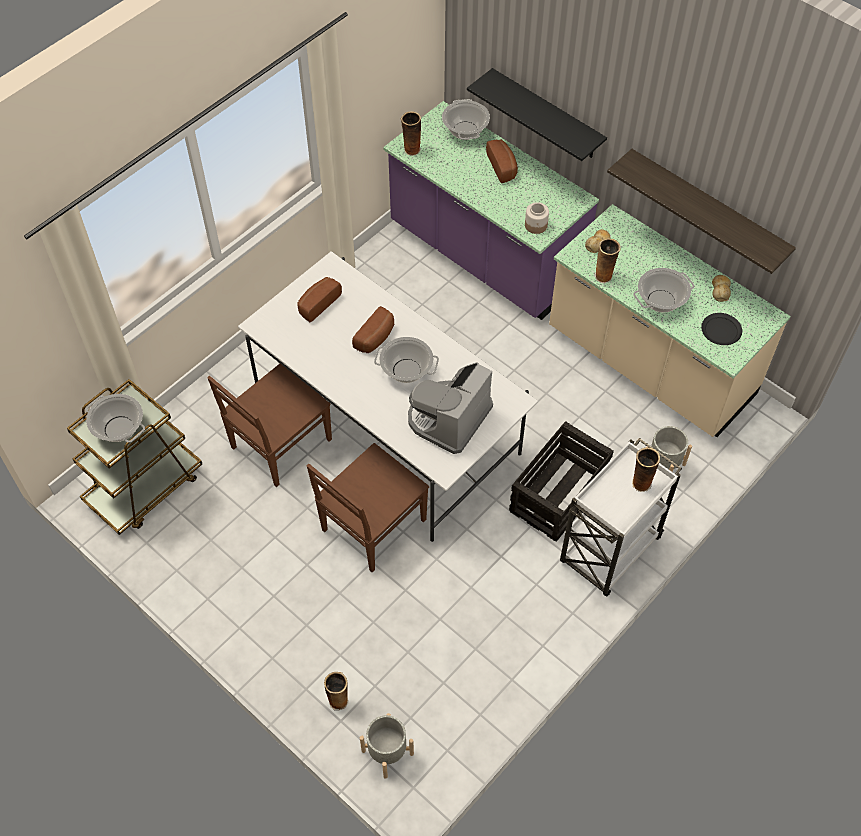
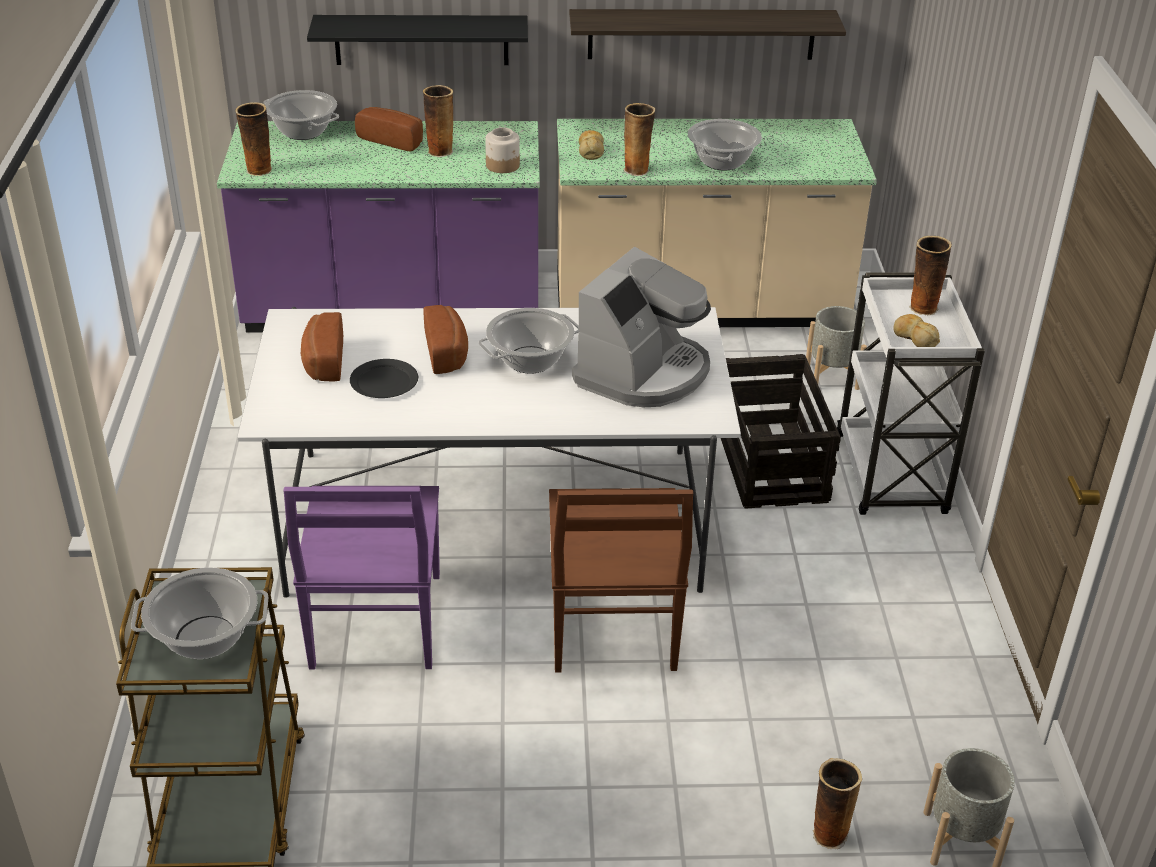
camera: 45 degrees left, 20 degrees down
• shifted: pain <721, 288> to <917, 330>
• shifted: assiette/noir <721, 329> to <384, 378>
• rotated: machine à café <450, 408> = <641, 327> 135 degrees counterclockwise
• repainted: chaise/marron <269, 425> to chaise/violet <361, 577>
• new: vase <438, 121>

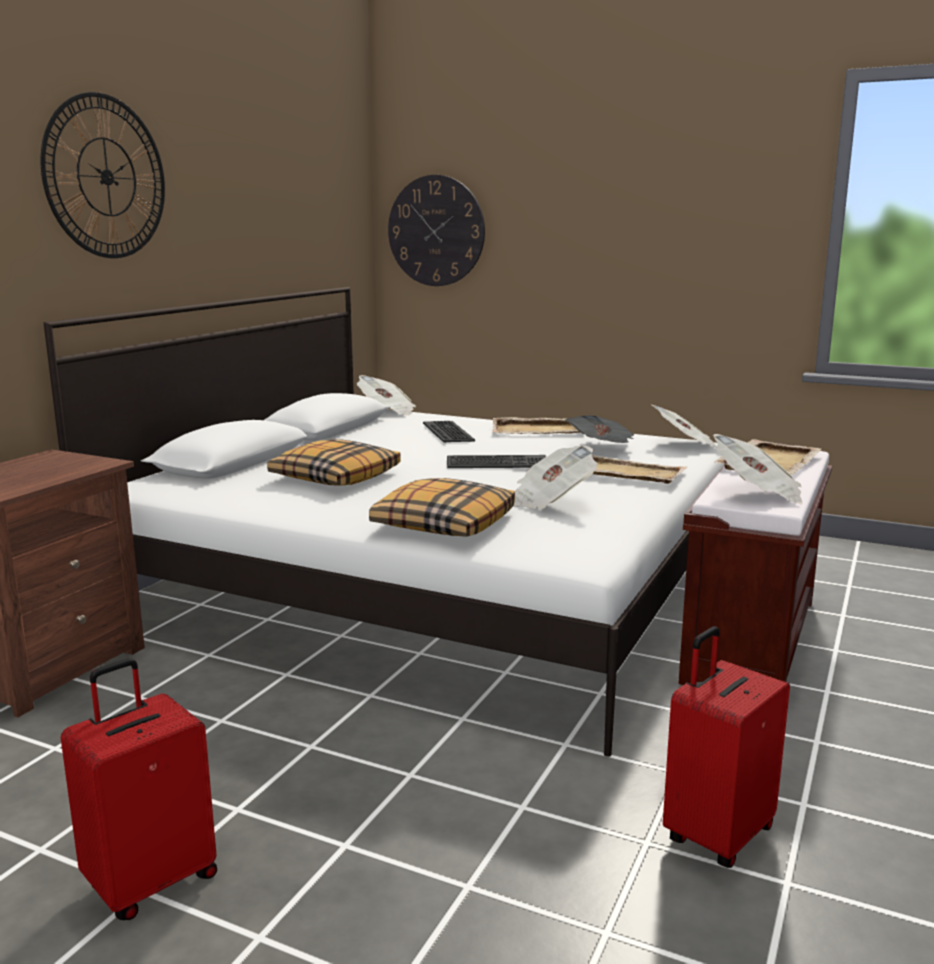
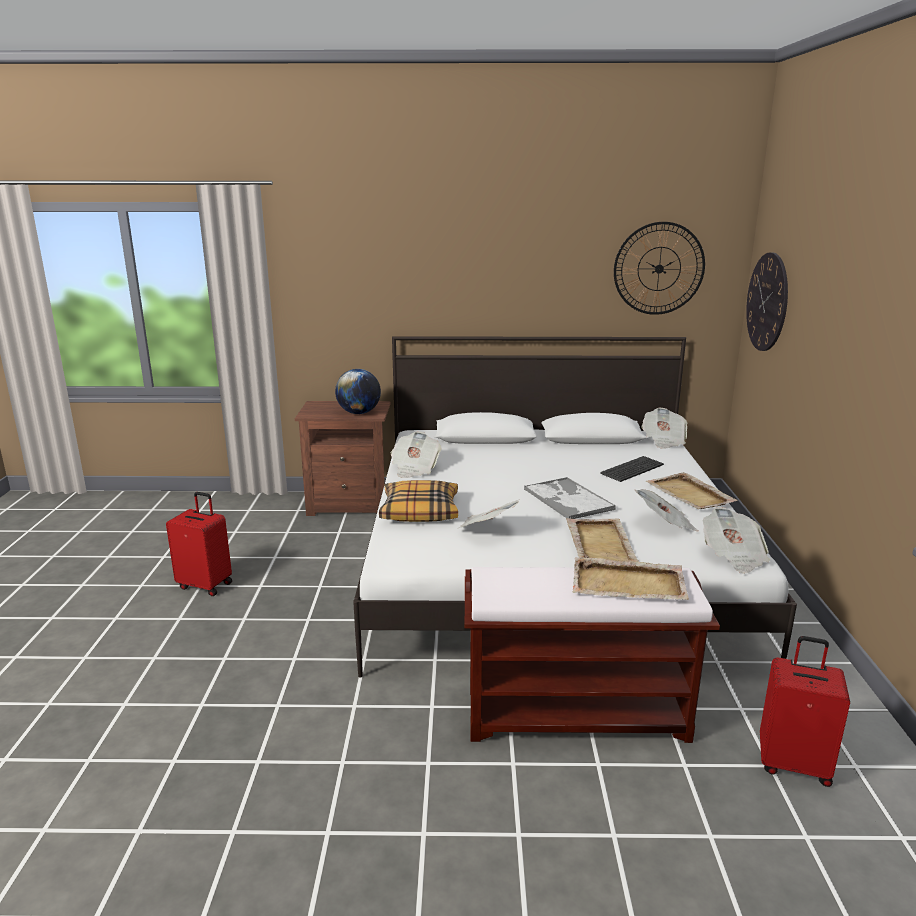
camera: 65 degrees right, 5 degrees up
• shifted: horloge murale <103, 175> to <659, 268>
• shifted: journal <758, 469> to <415, 455>
• gone: coussin <334, 463>
• swapped: clavier <496, 461> to plateau <570, 498>
• shifted: valise/rouge <726, 747> to <805, 711>
• new: globe <358, 391>

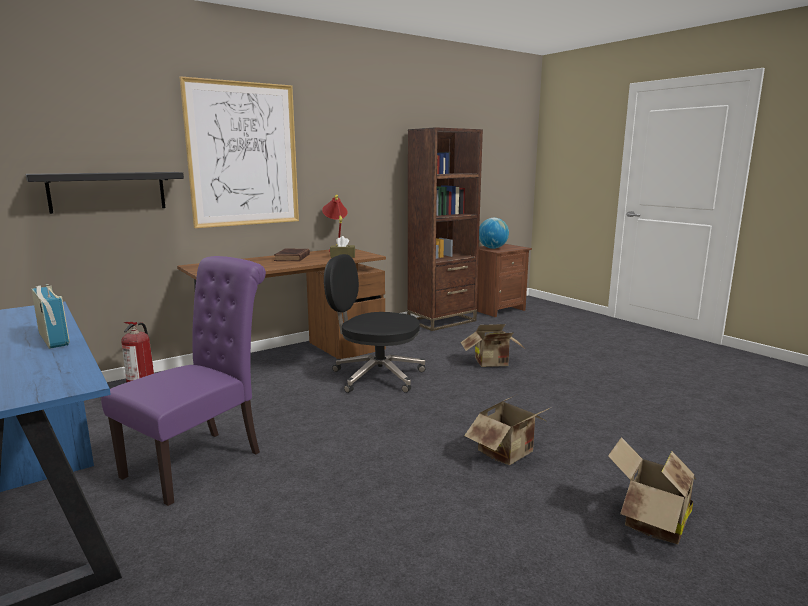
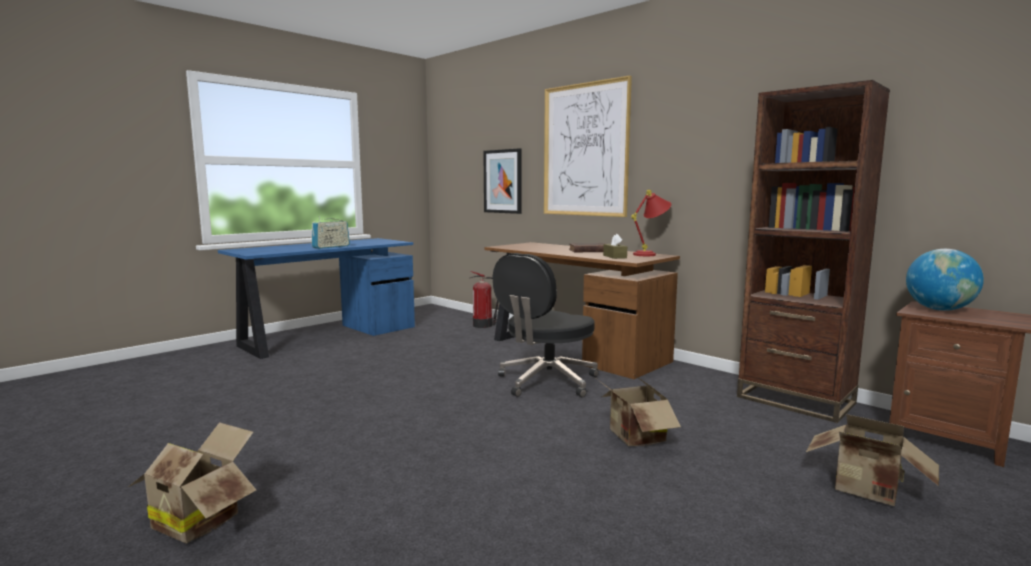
camera: 80 degrees right, 5 degrees down
• swapped: étagère/noir <104, 193> to tableau <502, 181>
• rotated: chaise de bureau/noir <374, 323> = <546, 325> 150 degrees counterclockwise
• gone: chaise/violet <183, 381>
• shifted: carton <507, 430> to <872, 460>

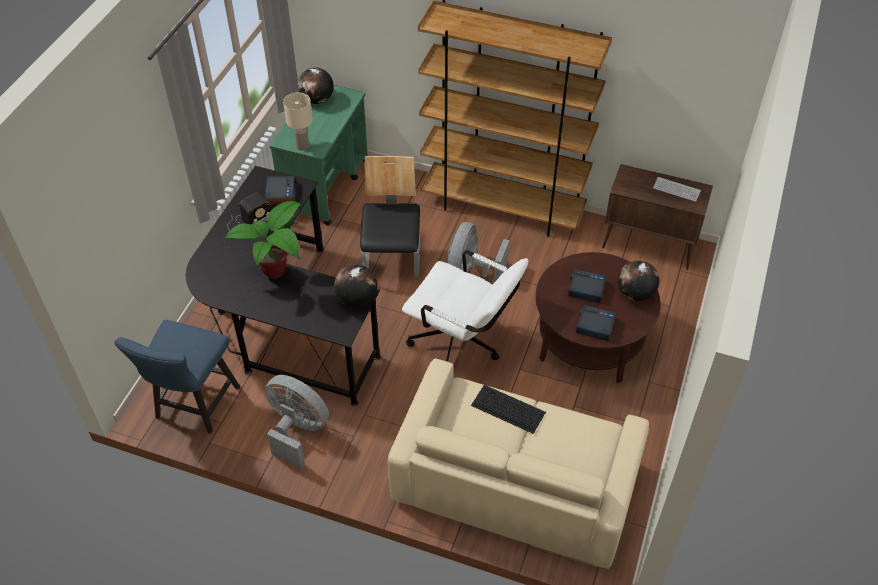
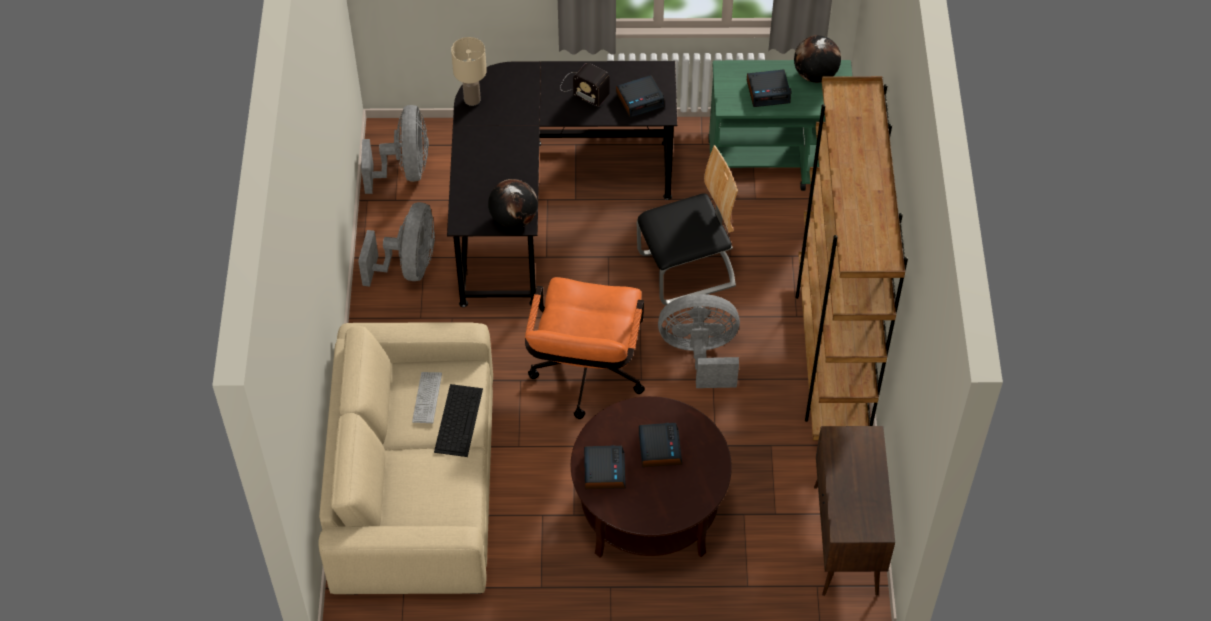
camera: 70 degrees right, 5 degrees up
• shifted: lampe de table/beige <298, 121> to <469, 71>
• shifted: clavier <677, 189> to <427, 397>
• gone: plante en pot <263, 240>
• repainted: chaise de bureau/blanc <465, 306> to chaise de bureau/orange <585, 348>
• gone: globe <638, 281>
• swapped: chaise/bleu <177, 377> to ventilateur/gris <395, 149>
• new: réveil <769, 88>

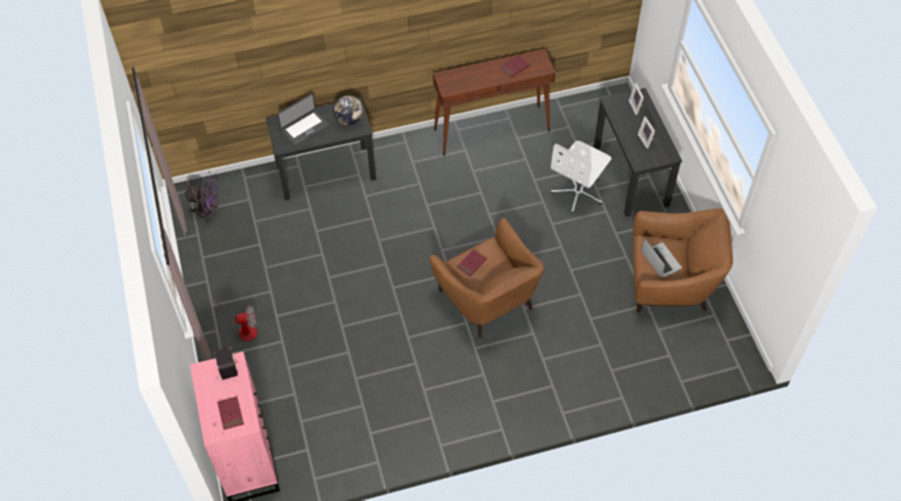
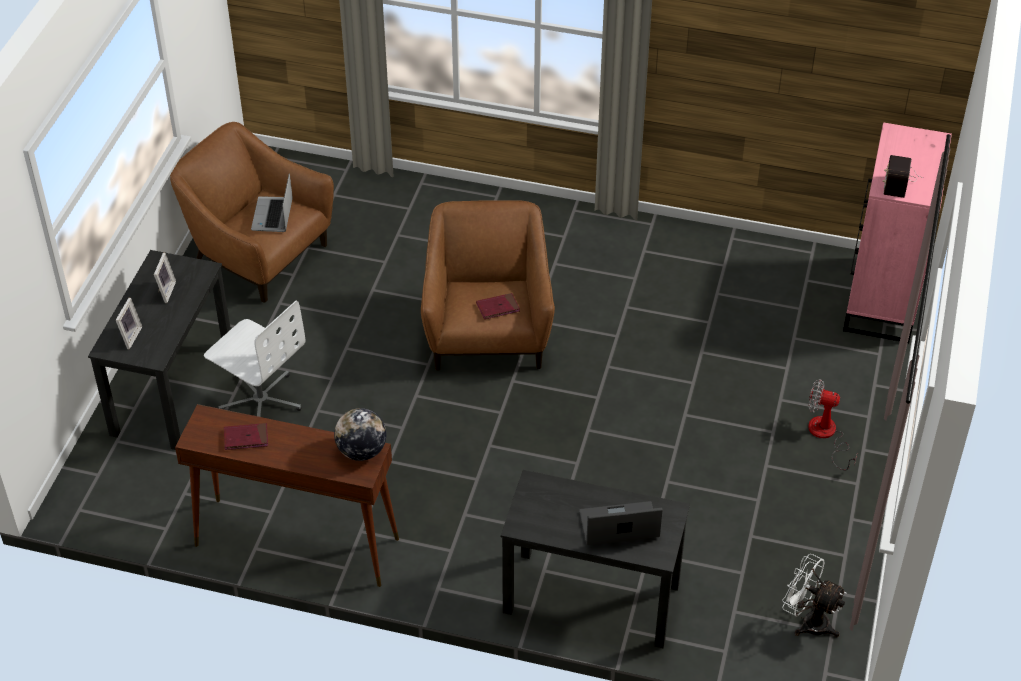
camera: 150 degrees left, 10 degrees down
• shifted: globe <348, 110> to <360, 434>
• rotated: chaise de bureau/blanc <581, 177> = <254, 359> 60 degrees clockwise
• repainted: ventilateur/violet <201, 199> to ventilateur/blanc <814, 595>
• gone: livre/rouge <230, 413>

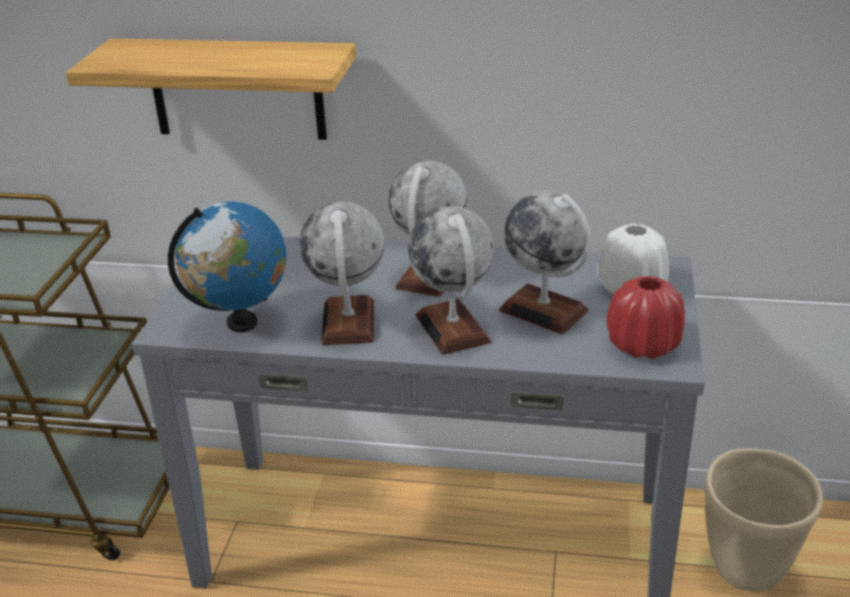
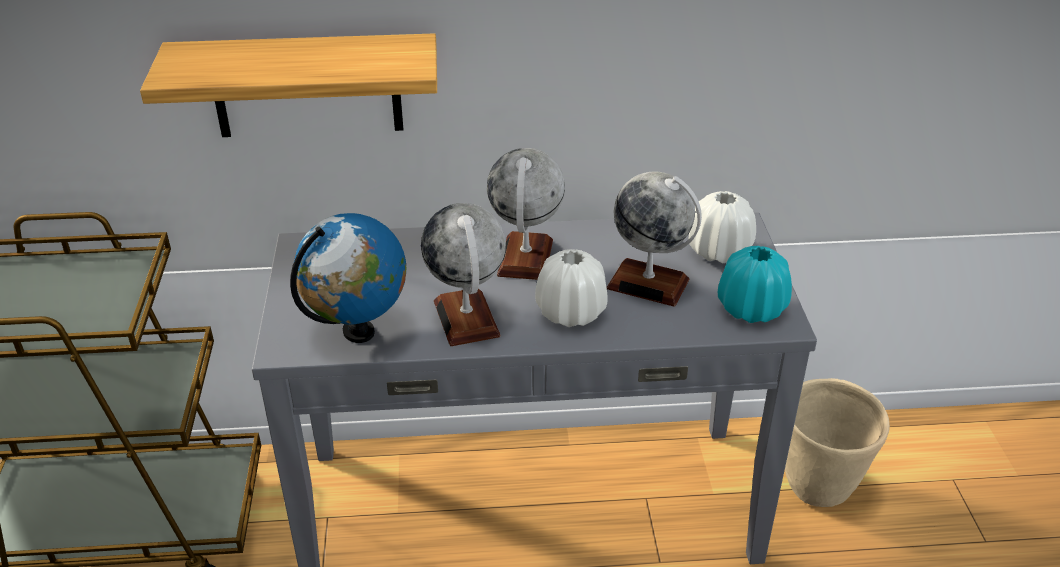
camera: 15 degrees left, 5 degrees up
• swapped: globe <451, 280> to vase/blanc <571, 288>
• repainted: vase/rouge <645, 317> to vase/turquoise <755, 284>

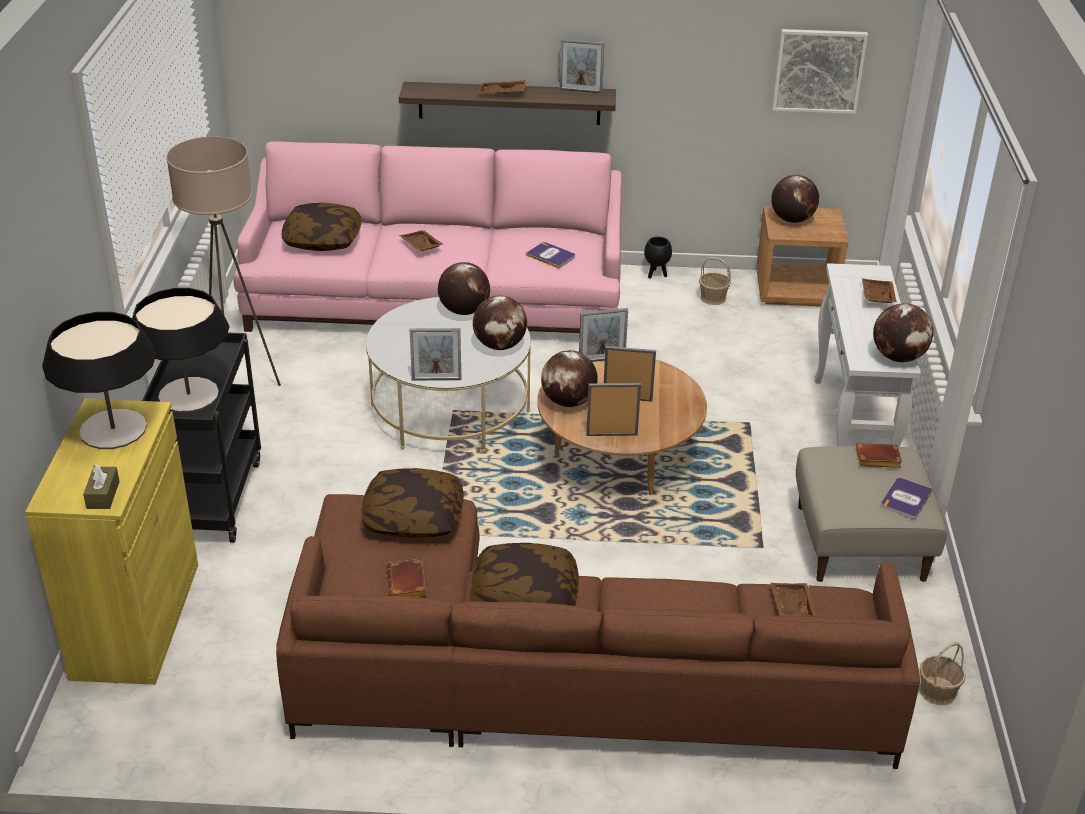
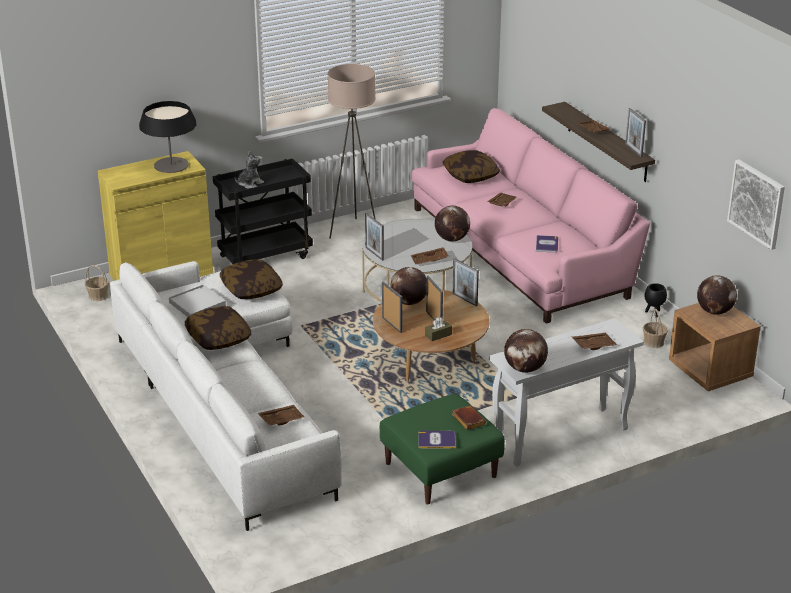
camera: 60 degrees right, 5 degrees down
• swapped: lampe de table <180, 350> to peluche <249, 170>
• swapped: globe <500, 322> to plateau/marron <430, 255>
• repainted: pouf/beige <871, 514> to pouf/vert <442, 449>
• shifted: boîte à mouchoirs/marron <101, 486> to <438, 329>
• repainted: canapé/marron <598, 631> to canapé/blanc <226, 396>
• swapped: livre/marron <406, 578> to plateau/blanc <197, 300>
• shifted: panier <942, 673> to <97, 283>

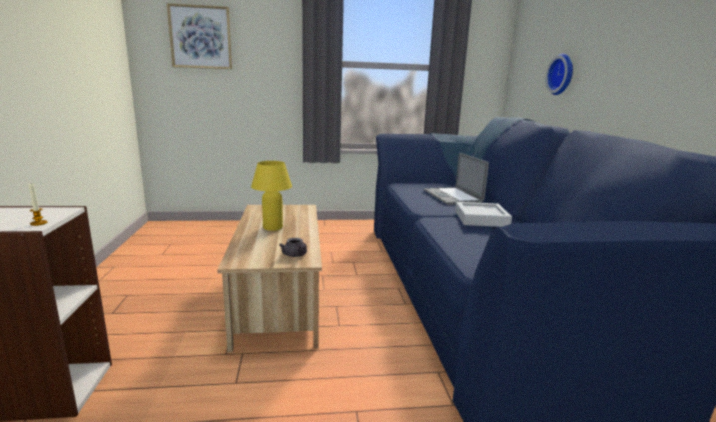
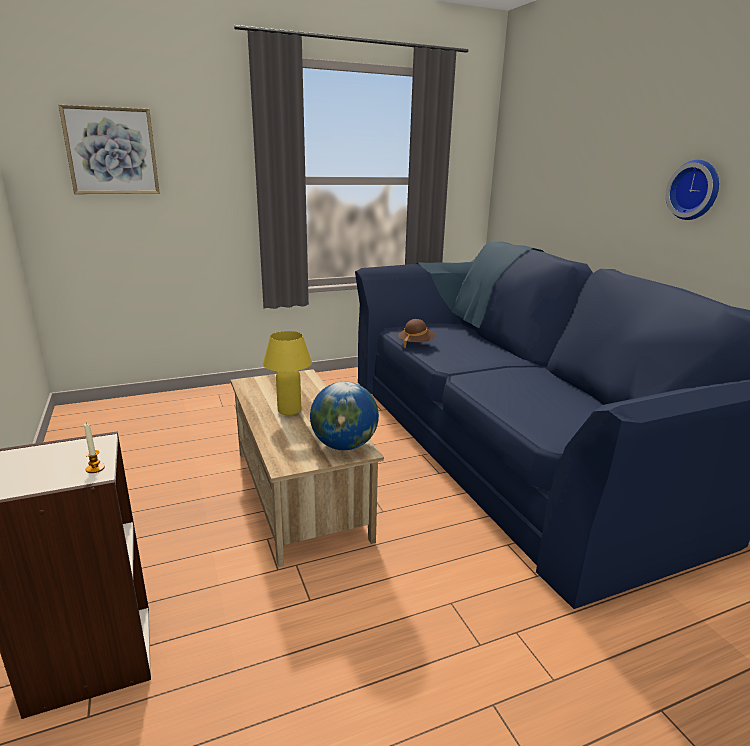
camera: 15 degrees left, 5 degrees up
• shifted: horloge murale <559, 74> to <692, 190>
• gone: ordinateur portable <456, 179>
• gone: plateau/gris <483, 214>
• swapped: théière/gris <293, 247> to globe <344, 416>
• new: chapeau/marron <416, 333>

